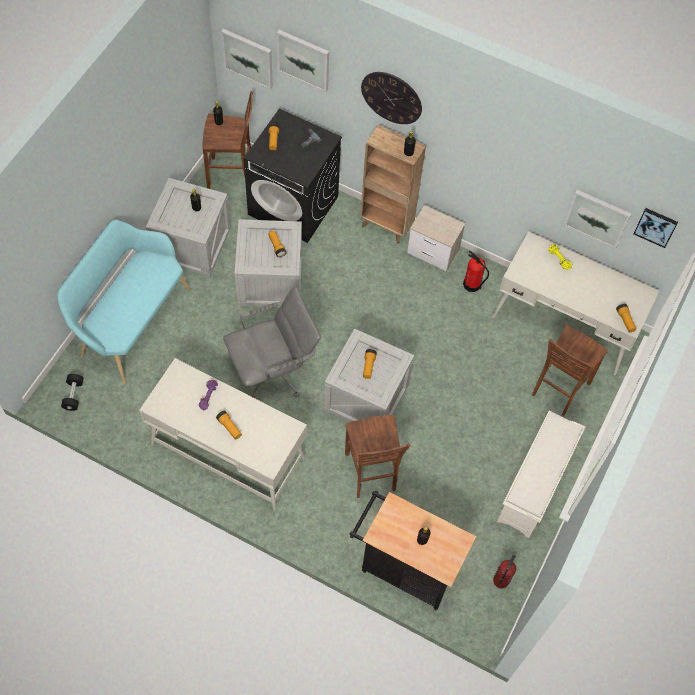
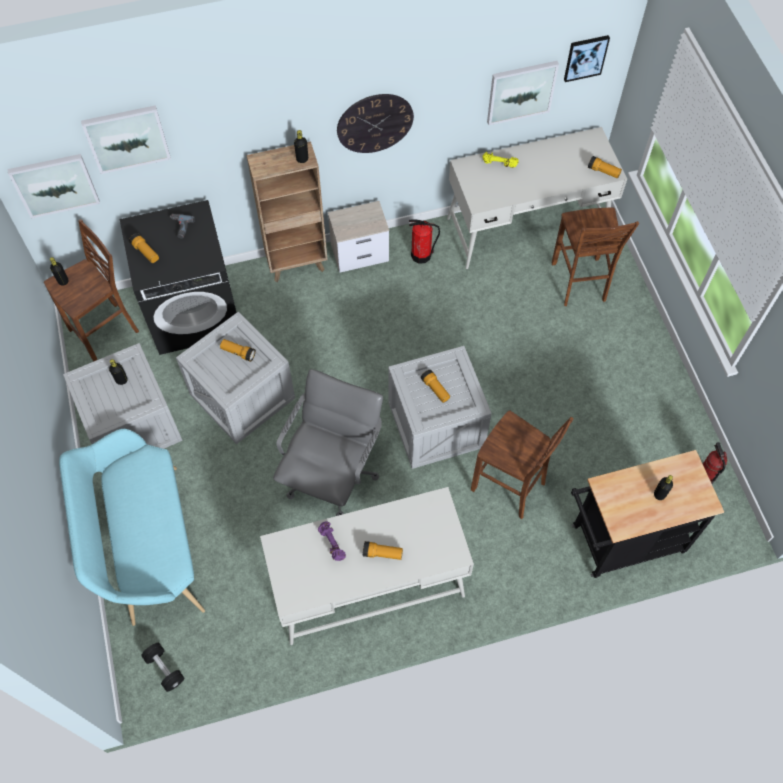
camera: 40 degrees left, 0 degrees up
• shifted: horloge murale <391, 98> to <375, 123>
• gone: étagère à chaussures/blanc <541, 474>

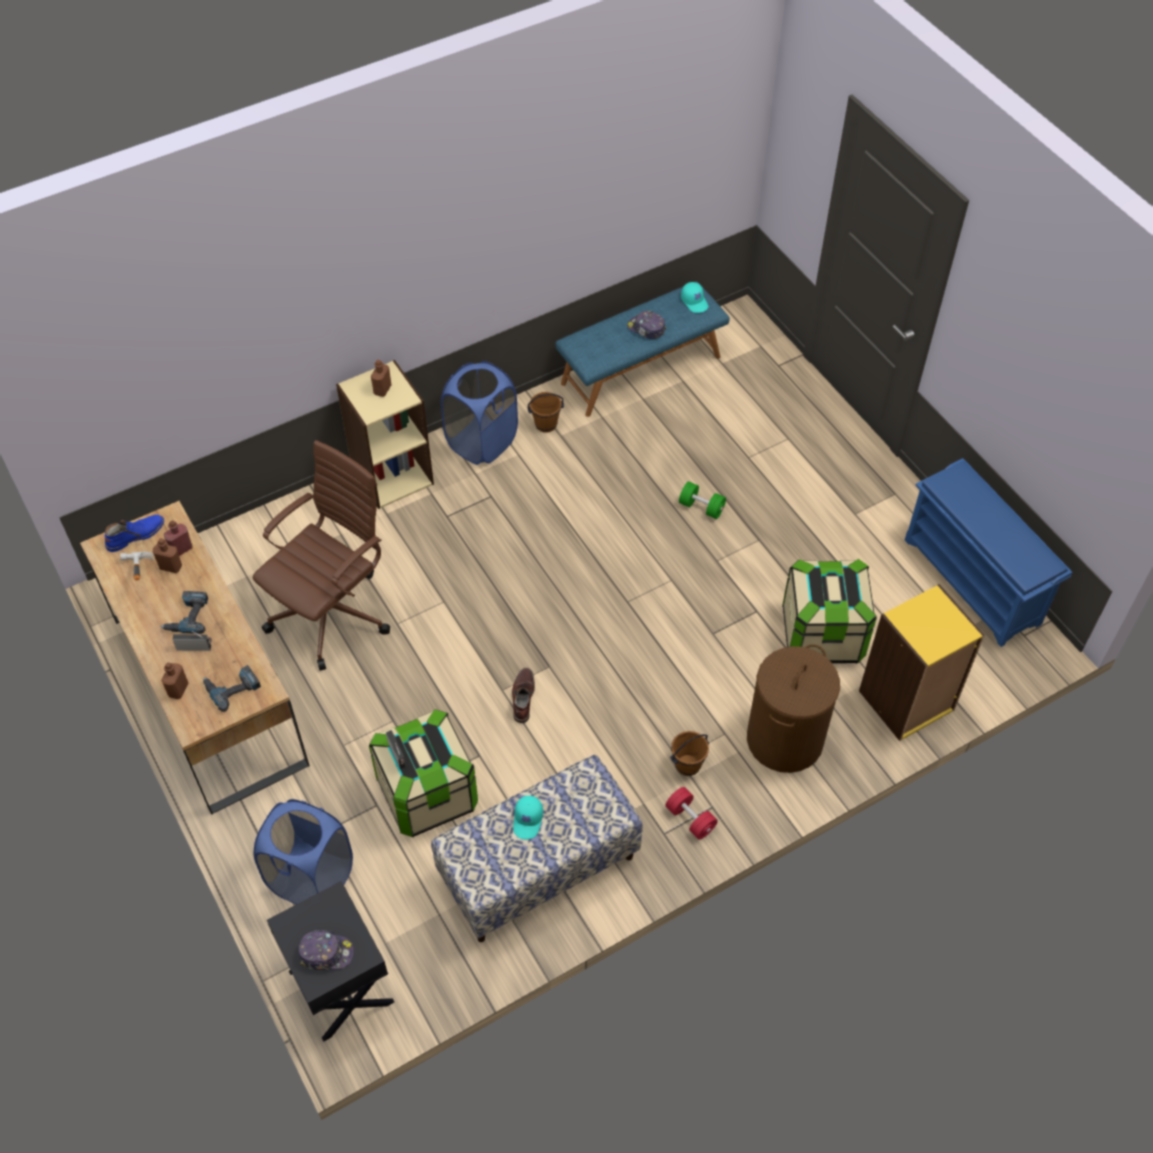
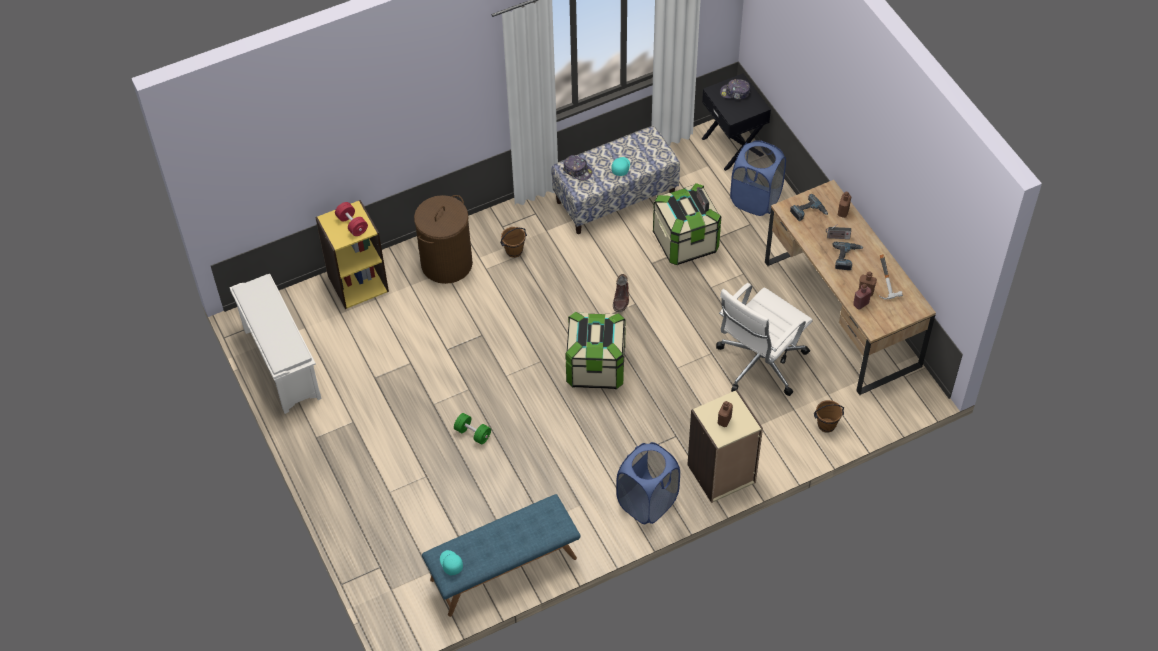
camera: 175 degrees left, 0 degrees up
• shifted: casquette <647, 325> to <577, 167>
• shifted: seau/marron <546, 412> to <829, 416>
• repainted: chaise de bureau/marron <321, 555> to chaise de bureau/blanc <764, 339>
• repainted: étagère à chaussures/bleu <988, 552> to étagère à chaussures/blanc <275, 344>
• gone: botte/bleu <134, 533>
• shifted: boîte de rangement <829, 611> to <595, 350>
• shifted: haltère/rouge <691, 813> to <351, 219>

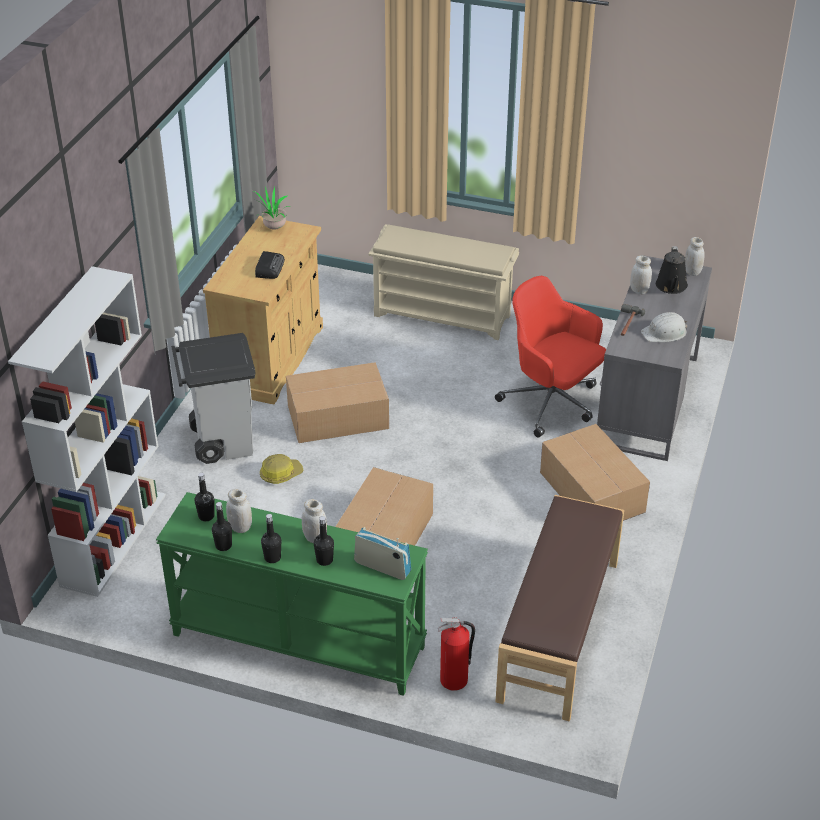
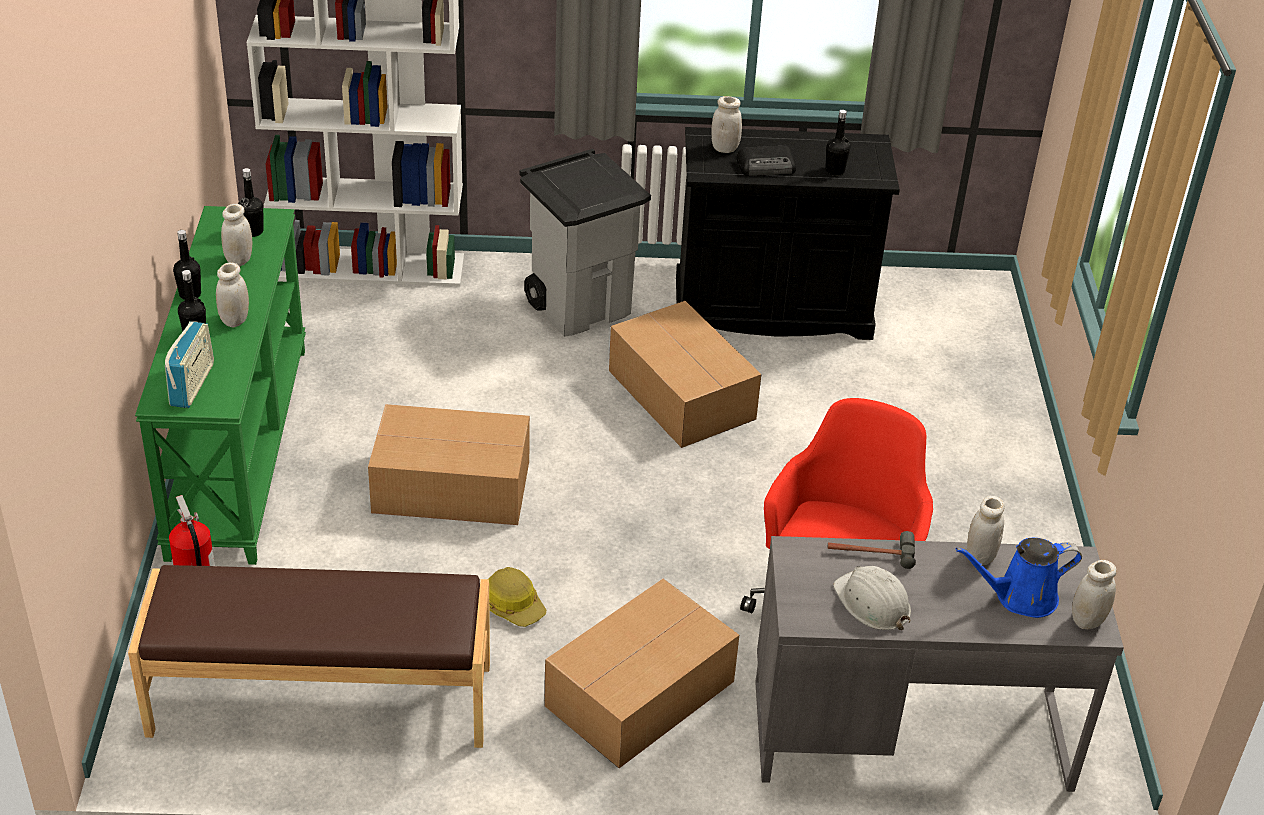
camera: 70 degrees right, 0 degrees up
• gone: plante en pot <273, 208>
• repainted: meuble de rangement/beige <263, 310> to meuble de rangement/noir <788, 233>
• gone: étagère à chaussures/beige <443, 282>
• repainted: arrosoir/noir <672, 270> to arrosoir/bleu <1019, 578>
• shifted: casque de chantier <282, 469> to <517, 597>
• shifted: bouteille/noir <222, 526> to <838, 143>
• new: bocal/blanc <726, 124>

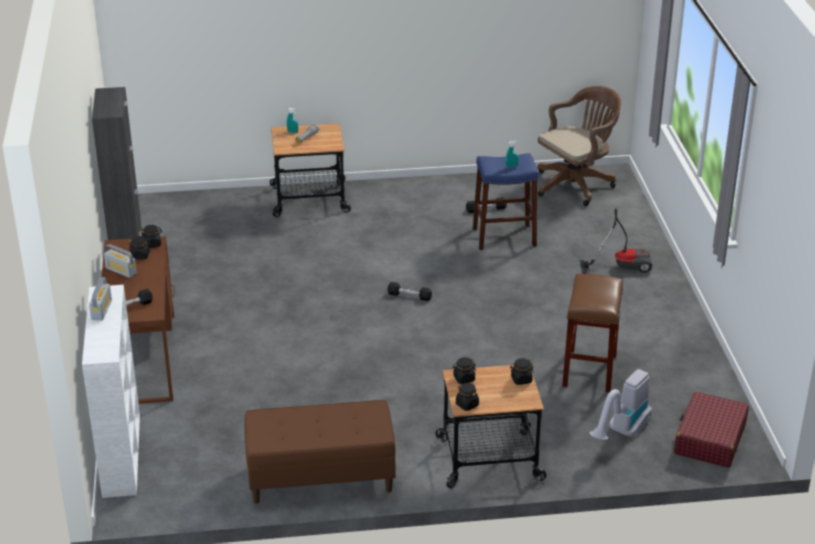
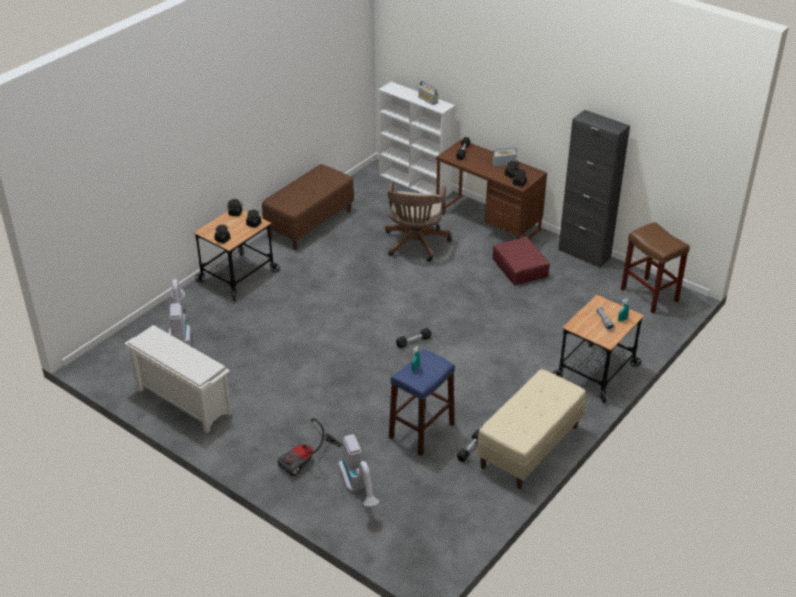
camera: 135 degrees right, 5 degrees up
• shifted: chaise de bureau/marron <579, 146> to <418, 221>
• shifted: tabouret/marron <592, 333> to <655, 268>
• shifted: valise/rouge <711, 429> to <521, 261>
• new: étagère à chaussures/blanc <178, 379>
• new: banc/beige <531, 429>
• new: aspirateur <359, 470>

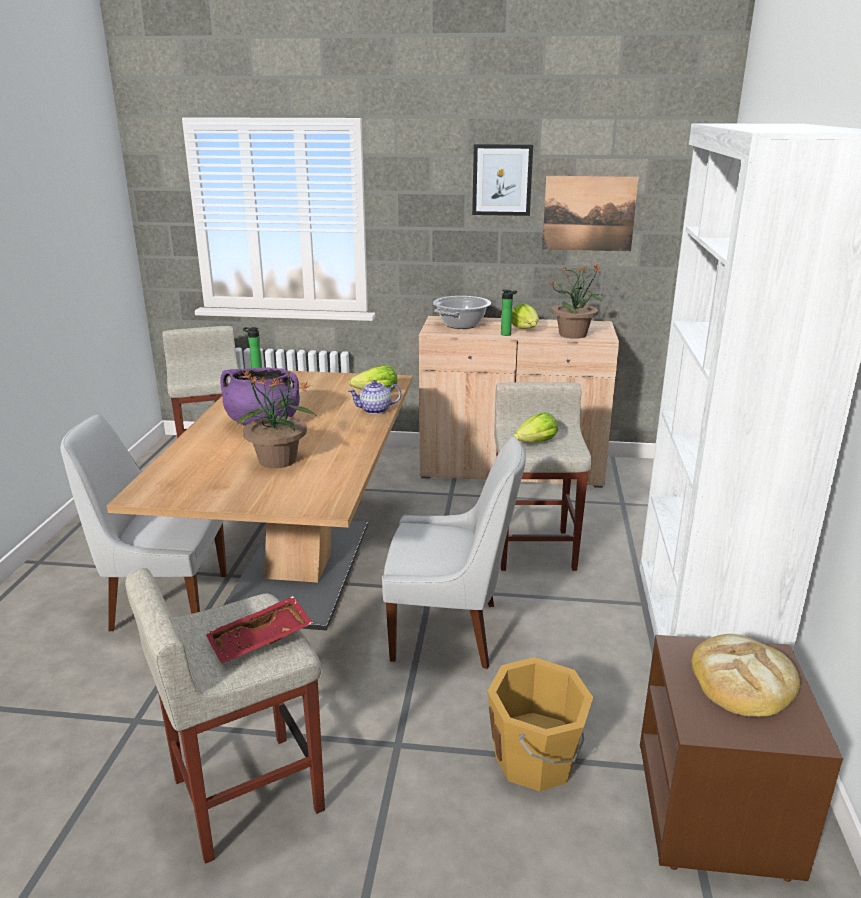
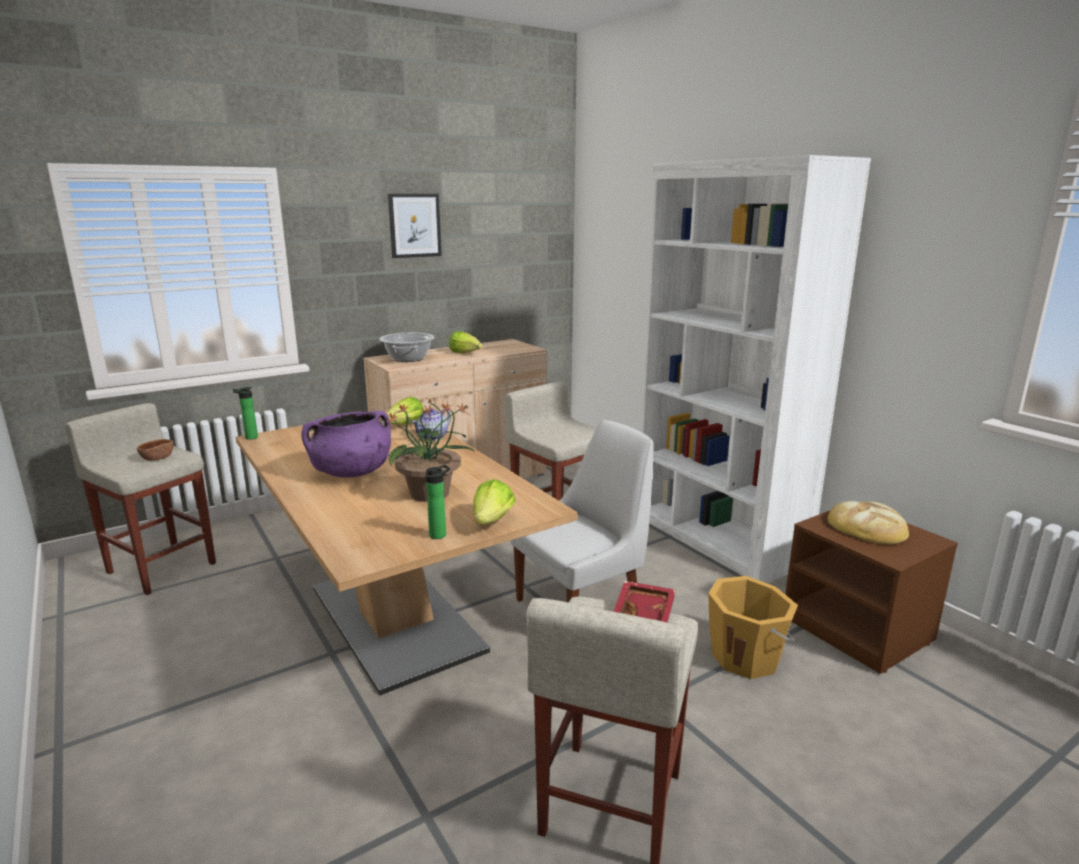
camera: 40 degrees left, 5 degrees down
• gone: tableau <590, 213>
• gone: plante en pot <575, 301>
• shifted: bouteille <509, 313> to <438, 502>
• shifted: laitue <536, 427> to <494, 502>
• gone: chaise/blanc <143, 523>
• new: bol/marron <155, 450>

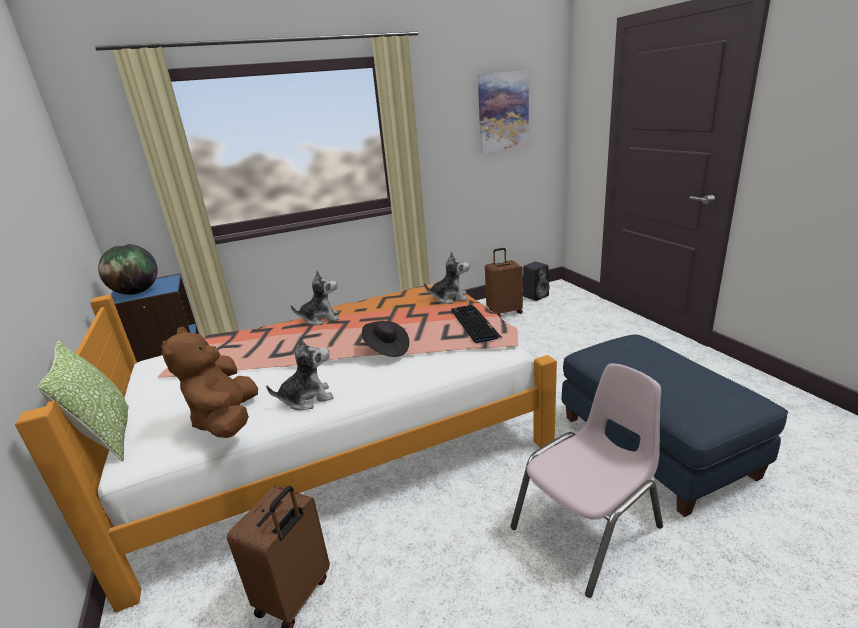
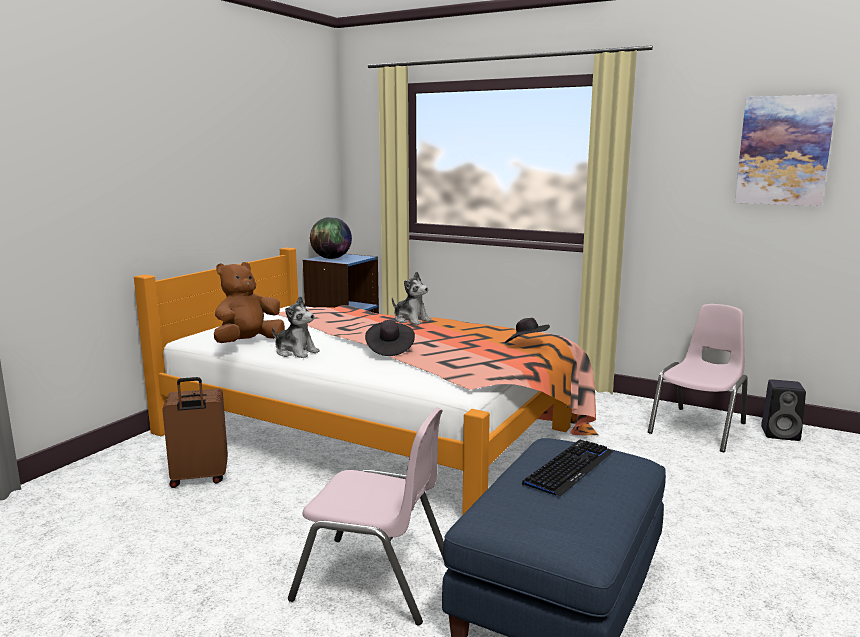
camera: 50 degrees right, 10 degrees down
• swapped: valise/marron <504, 282> to chaise/rose <698, 378>
• swapped: peluche <446, 277> to chapeau/noir <527, 330>
• shifted: clavier <477, 324> to <567, 468>
• gone: coussin <83, 400>

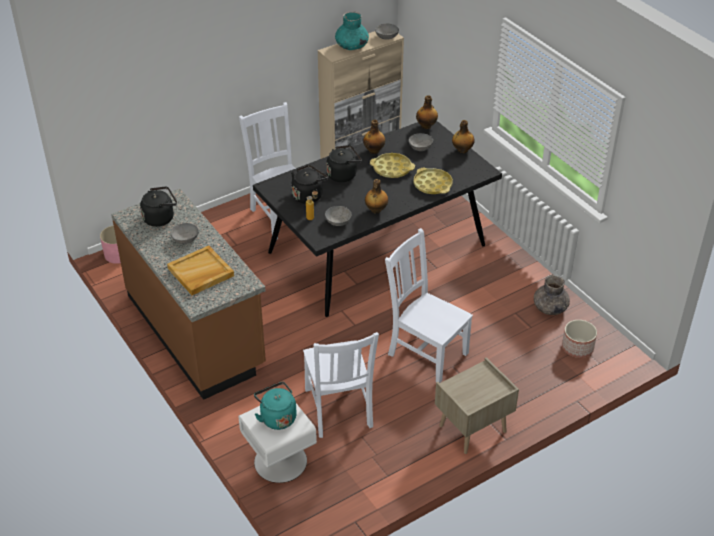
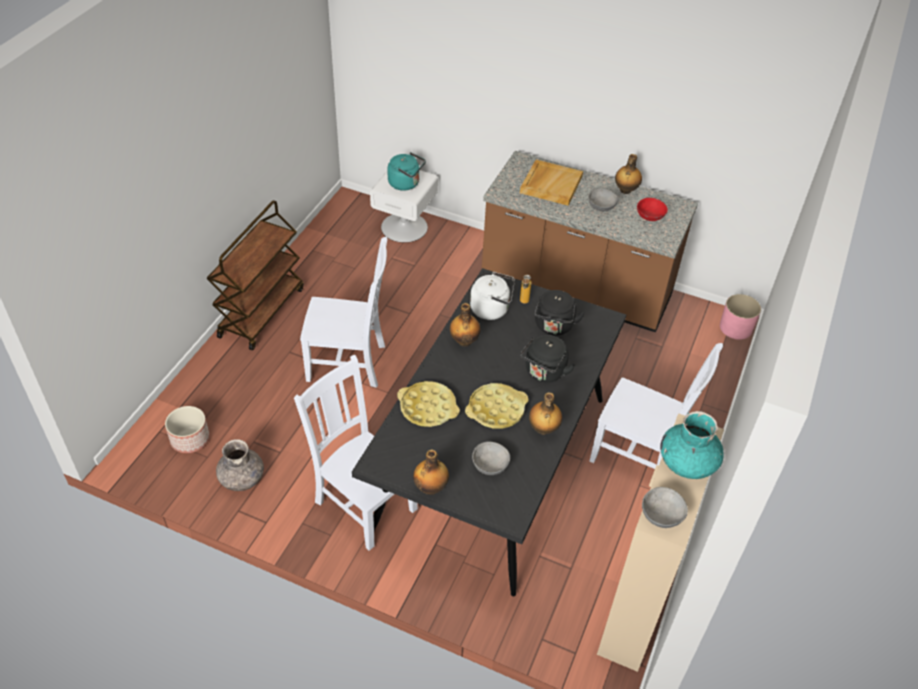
camera: 145 degrees right, 5 degrees up
• shifted: bouteille <427, 112> to <628, 174>
• swapped: bouilloire/noir <158, 207> to bol/rouge <652, 209>
• swapped: bol/gris <338, 216> to bouilloire/blanc <492, 296>
• shifted: chaise/blanc <341, 385> to <356, 453>
• swapped: table de chevet/beige <477, 405> to chariot/marron <255, 275>

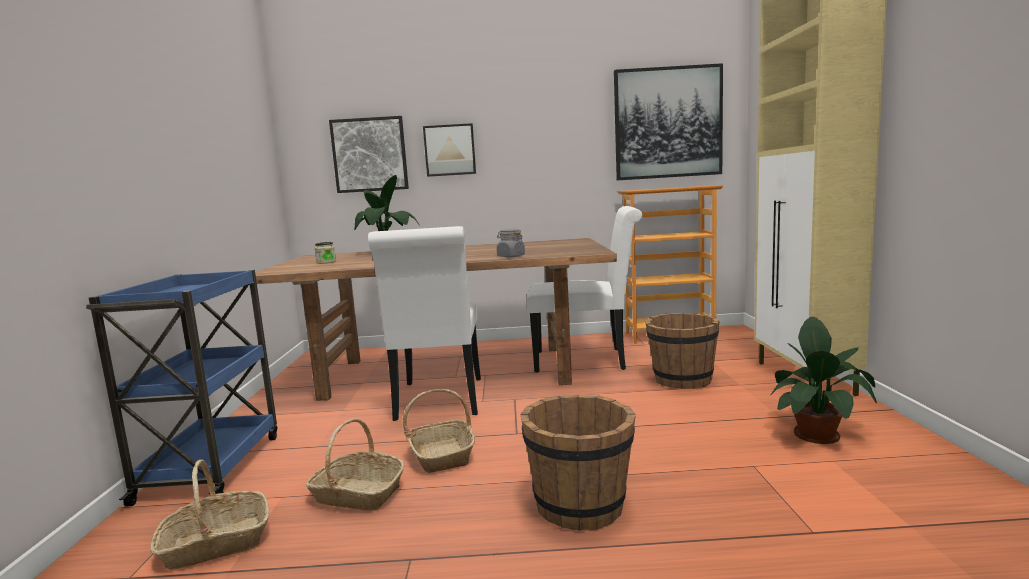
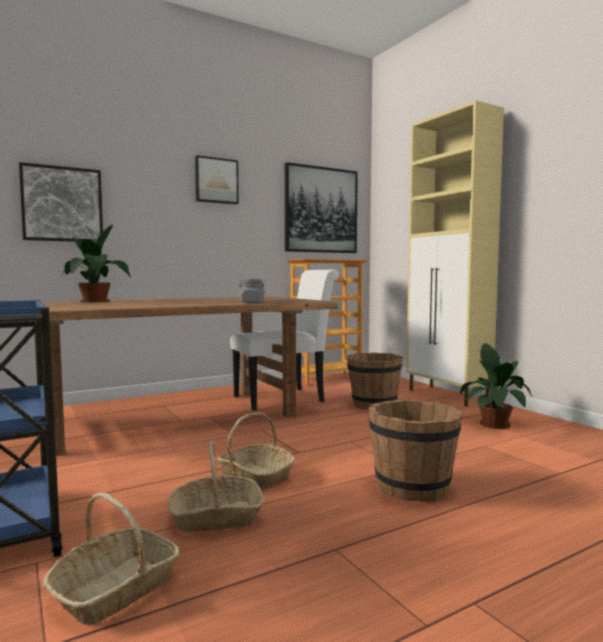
camera: 30 degrees left, 5 degrees down
• shifted: tableau <449, 150> to <217, 180>
• gone: chaise/blanc <424, 323>
• gone: bocal <325, 253>

